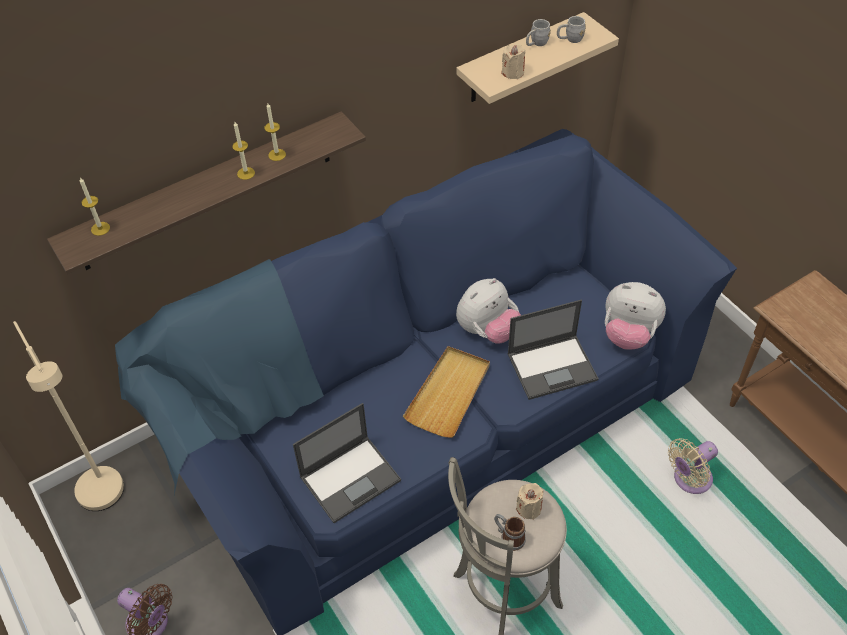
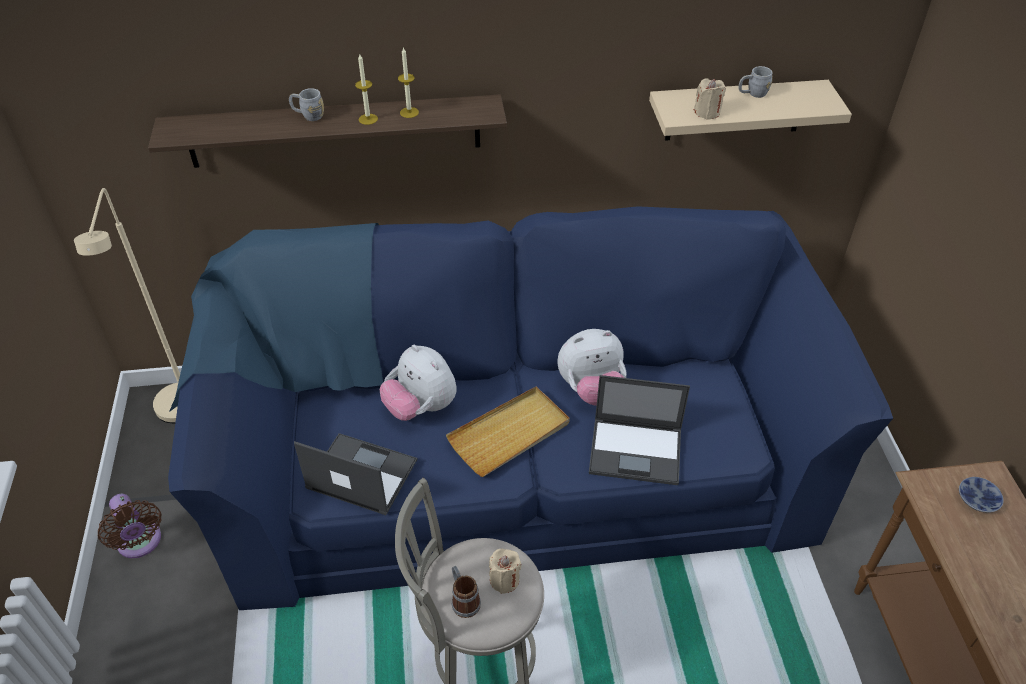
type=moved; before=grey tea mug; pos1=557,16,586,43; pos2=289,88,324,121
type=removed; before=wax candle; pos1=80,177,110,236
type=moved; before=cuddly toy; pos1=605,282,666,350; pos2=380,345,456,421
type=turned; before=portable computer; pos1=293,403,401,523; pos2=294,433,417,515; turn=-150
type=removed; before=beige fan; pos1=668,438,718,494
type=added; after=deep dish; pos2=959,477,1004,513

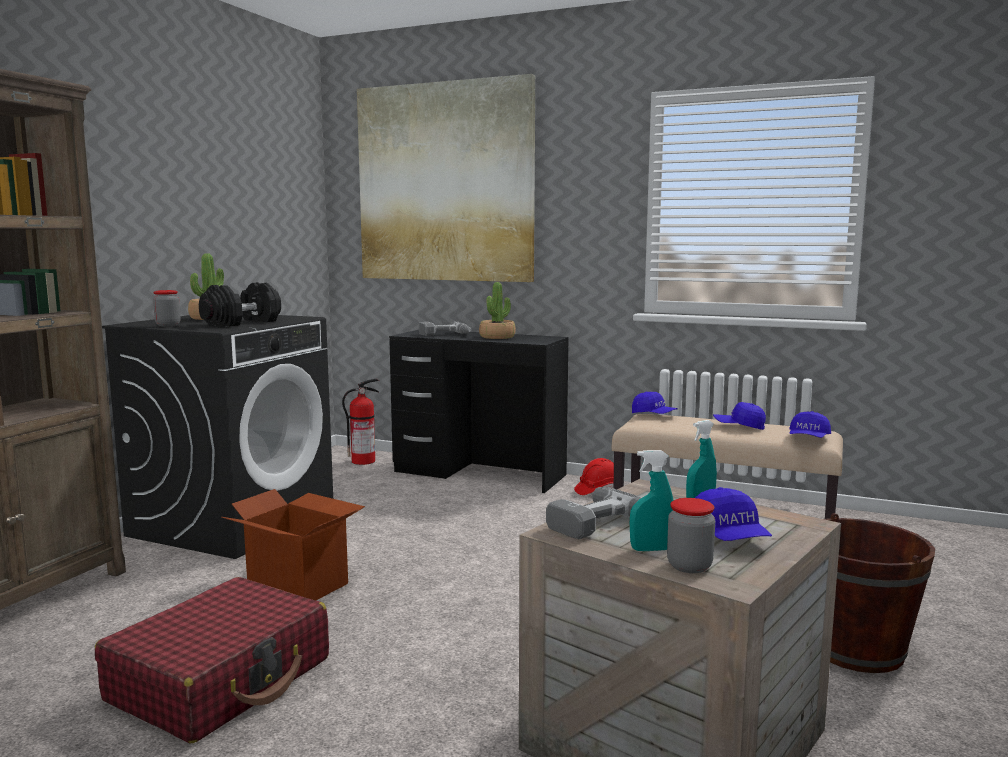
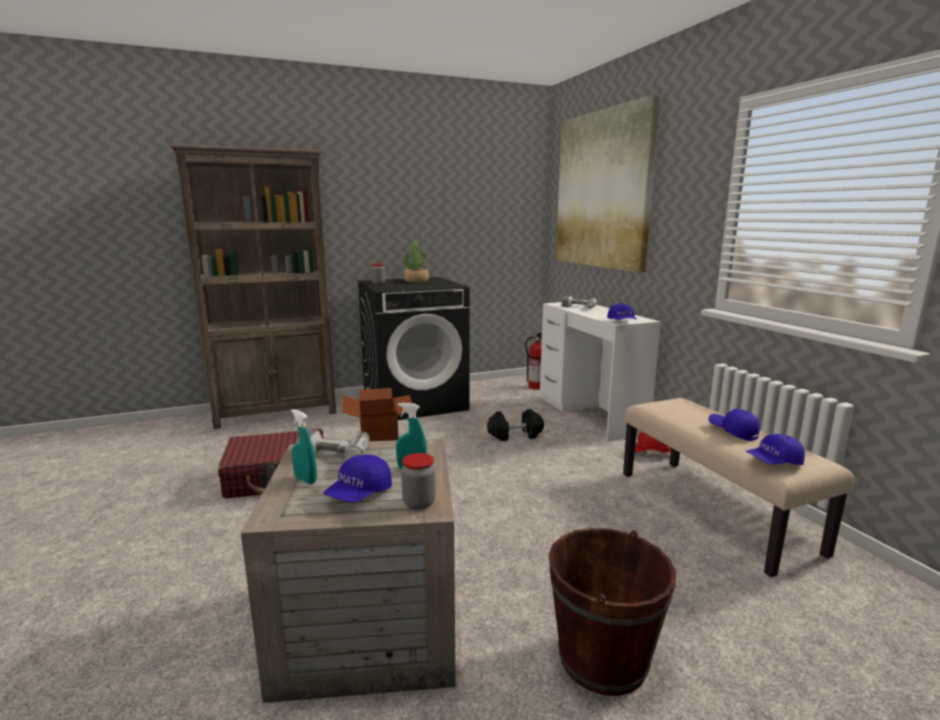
type=moved; before=blackish hand weight; pos1=199,282,281,327; pos2=487,409,544,441
type=removed; before=potted plant; pos1=479,282,516,339
type=recoloured; before=blackish desk table; after=whitish desk table; pos1=389,330,568,493; pos2=540,302,661,442
type=moved; before=blue-coloured baseball cap; pos1=632,392,678,414; pos2=607,303,637,320
type=moved; before=preserve jar; pos1=667,498,715,573; pos2=401,453,436,509

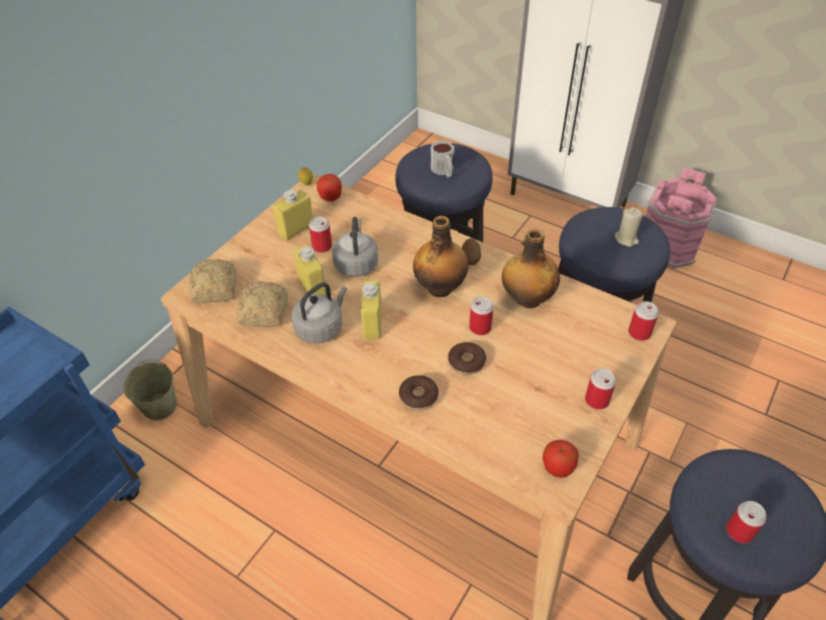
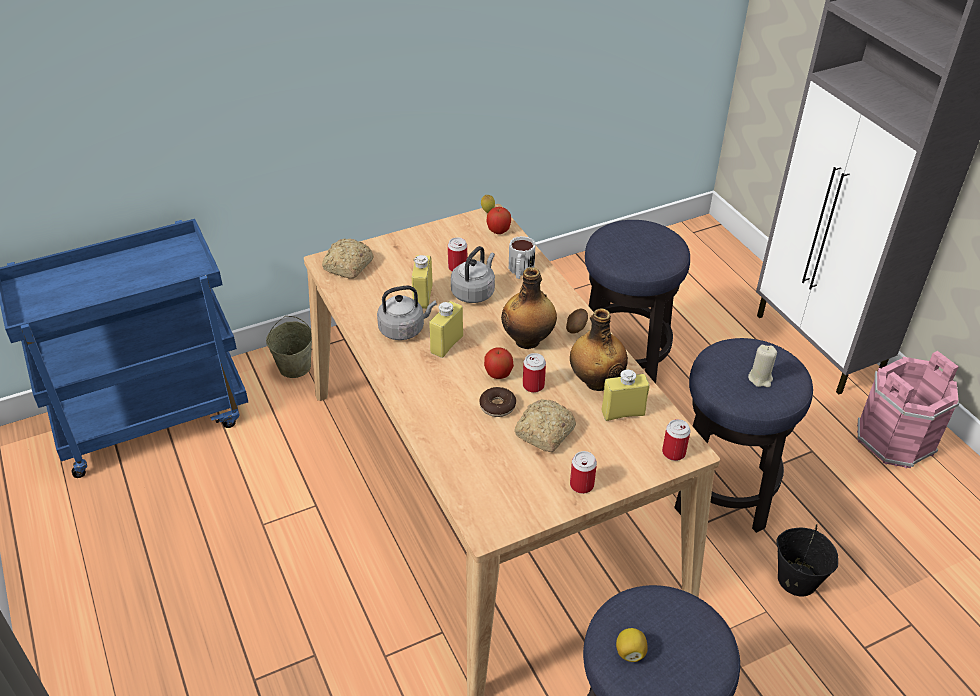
type=moved; before=tea mug; pos1=431,140,454,178; pos2=509,236,536,279
type=moved; before=yellowish beverage bottle; pos1=273,190,313,241; pos2=602,370,650,421
type=moved; before=baked bread; pos1=237,281,288,327; pos2=514,399,576,452
type=removed; before=donut; pos1=399,375,438,411
type=moved; before=apple; pos1=543,440,579,478; pos2=484,347,514,379
type=replaced; before=sealed can; after=whole lemon; pos1=726,501,767,543; pos2=616,628,648,662
type=added; after=blackish water bucket; pos2=776,524,838,596

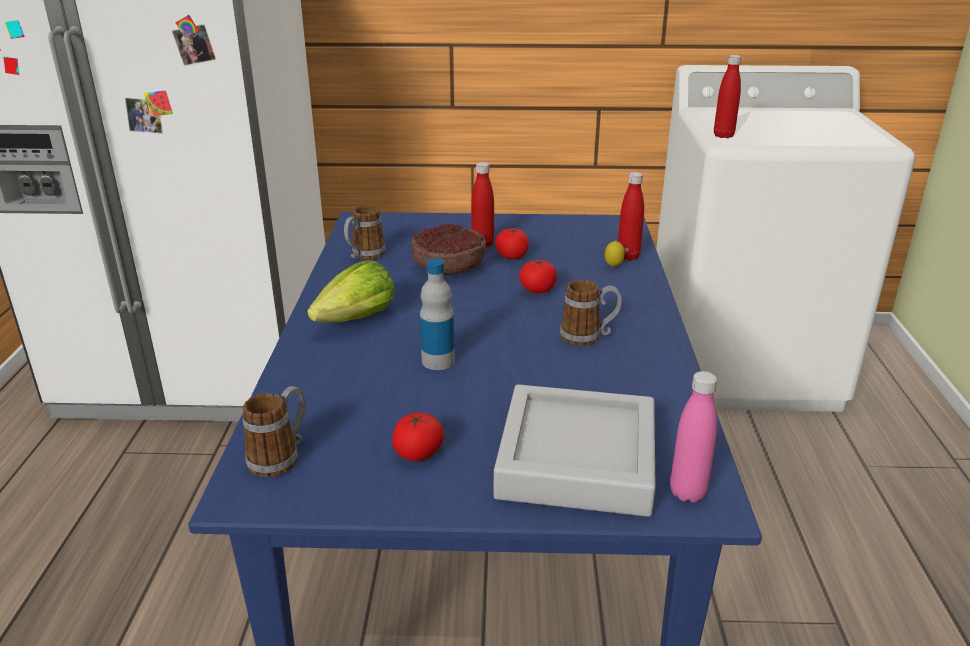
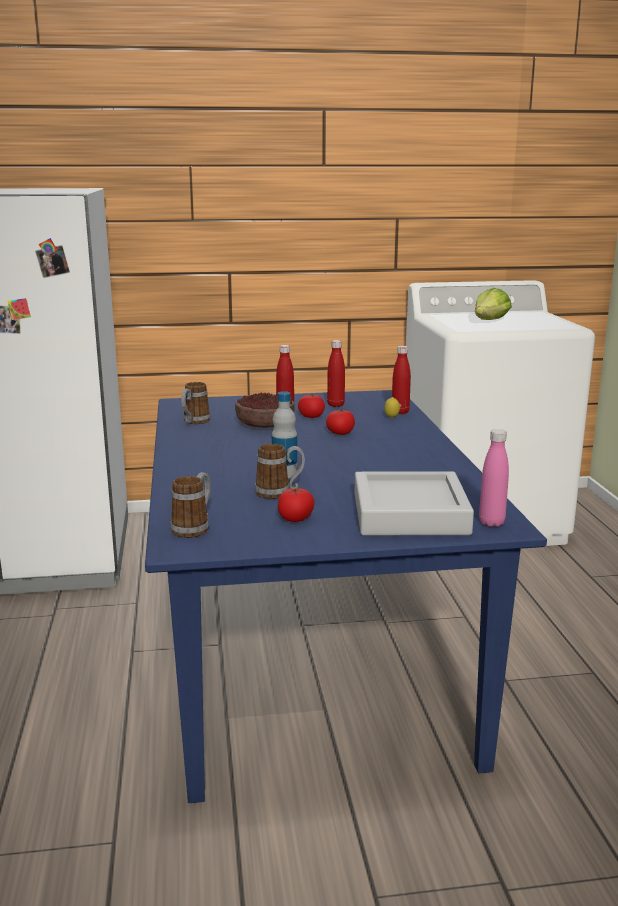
type=moved; before=reddish beverage bottle; pos1=714,55,741,138; pos2=327,340,345,407
type=moved; before=lettuce head; pos1=307,261,395,323; pos2=475,288,512,320
type=moved; before=tea mug; pos1=560,280,621,346; pos2=255,444,305,499

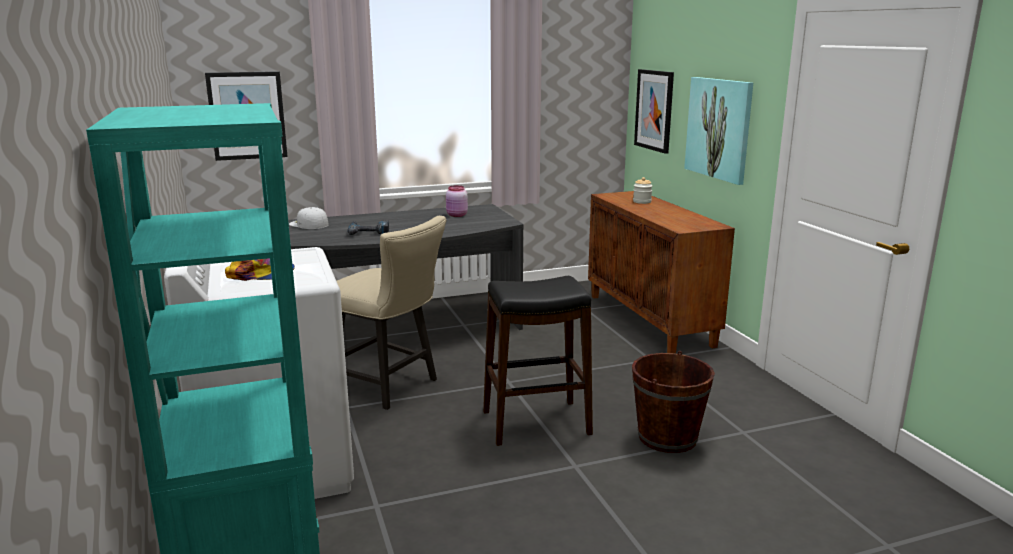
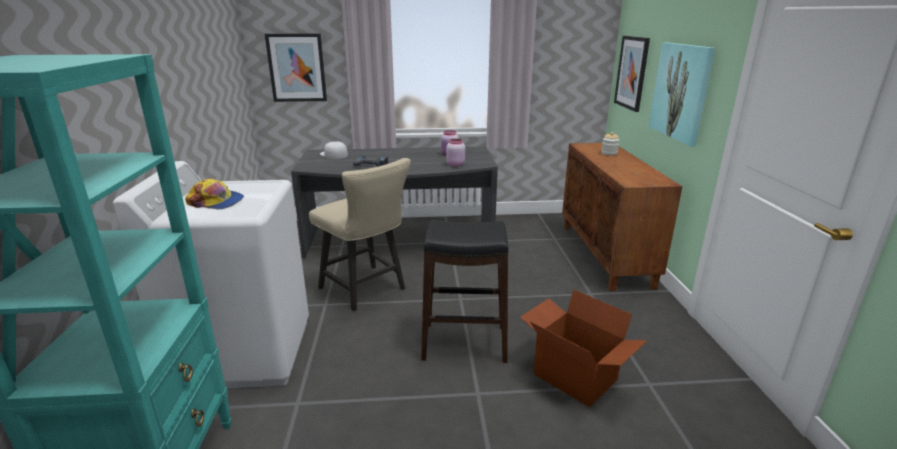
type=replaced; before=brown water bucket; after=carton; pos1=632,351,715,453; pos2=520,290,647,407
type=added; after=pink-coloured preserve jar; pos2=446,139,465,167

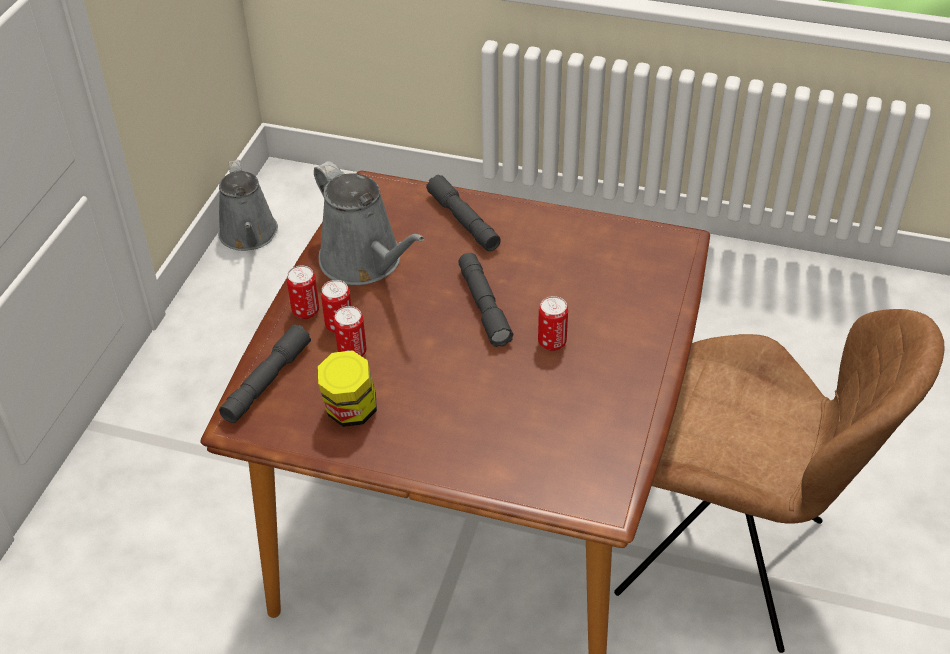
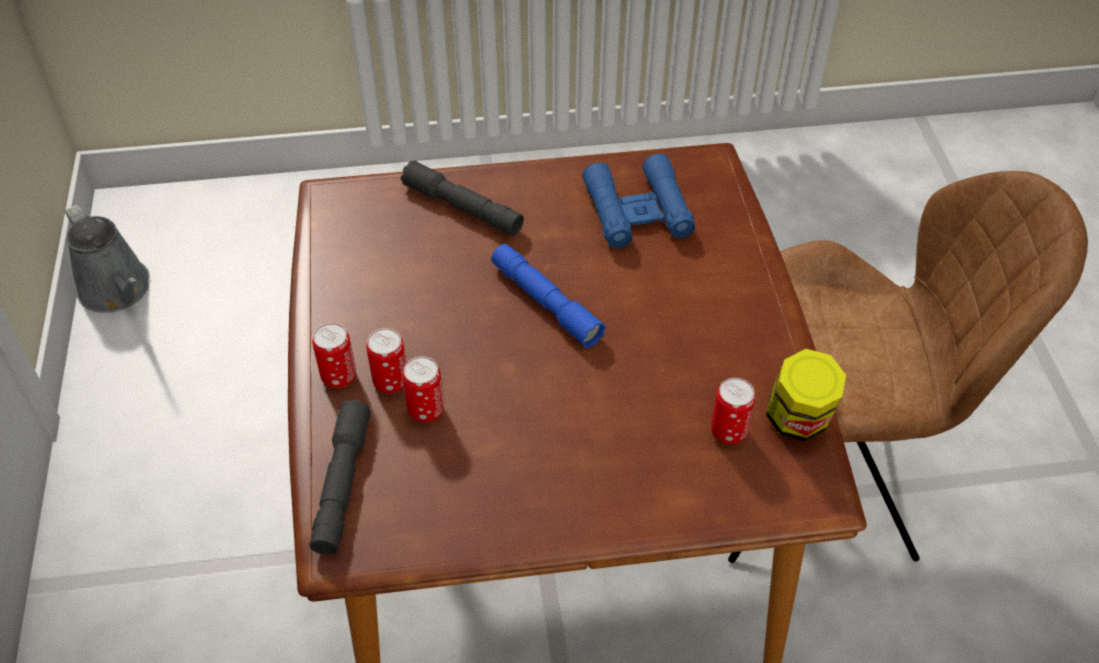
type=removed; before=grey watering pot; pos1=314,161,424,285
type=recoloured; before=grey flashlight; after=blue-coloured flashlight; pos1=458,253,513,347; pos2=491,244,606,348
type=moved; before=sealed can; pos1=538,296,568,351; pos2=711,378,755,444
type=moved; before=preserve jar; pos1=318,350,377,427; pos2=766,349,846,441
type=added; after=blue-coloured pair of binoculars; pos2=582,154,695,248

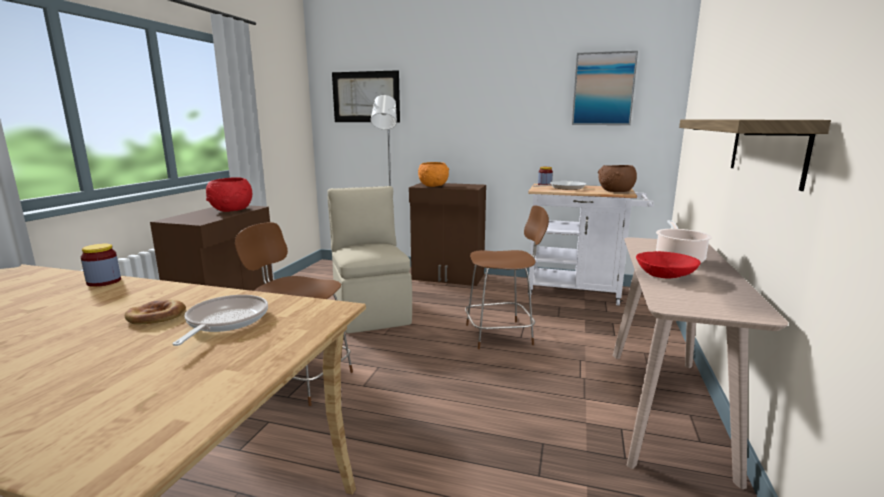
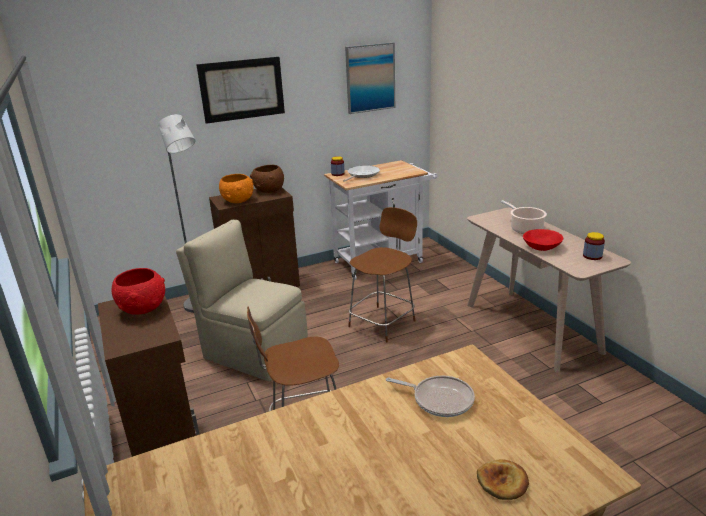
type=moved; before=wall art; pos1=332,70,400,122; pos2=196,57,285,124
type=removed; before=wall shelf; pos1=679,119,831,191
type=moved; before=brown deep dish; pos1=598,165,637,192; pos2=250,165,284,193
type=moved; before=preserve jar; pos1=81,244,121,287; pos2=583,232,605,260
type=turned; before=pan; pos1=172,295,268,346; pos2=386,375,475,417; turn=150
type=moved; before=baked bread; pos1=125,300,186,325; pos2=477,459,529,500

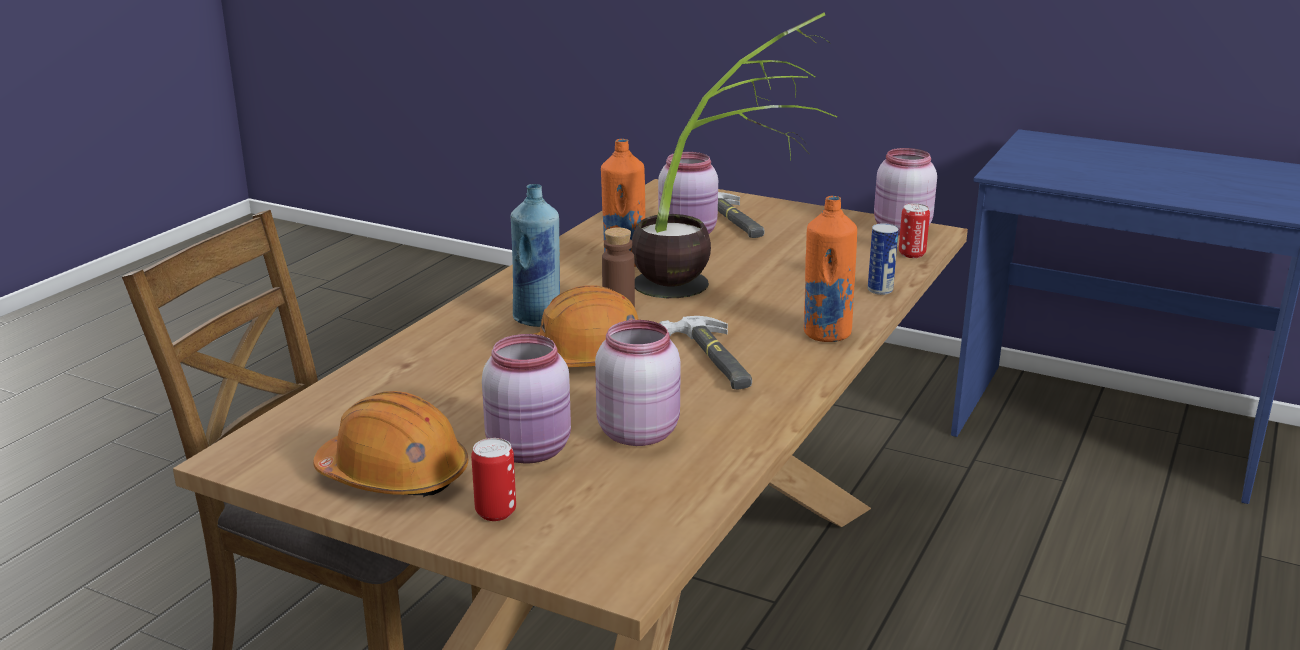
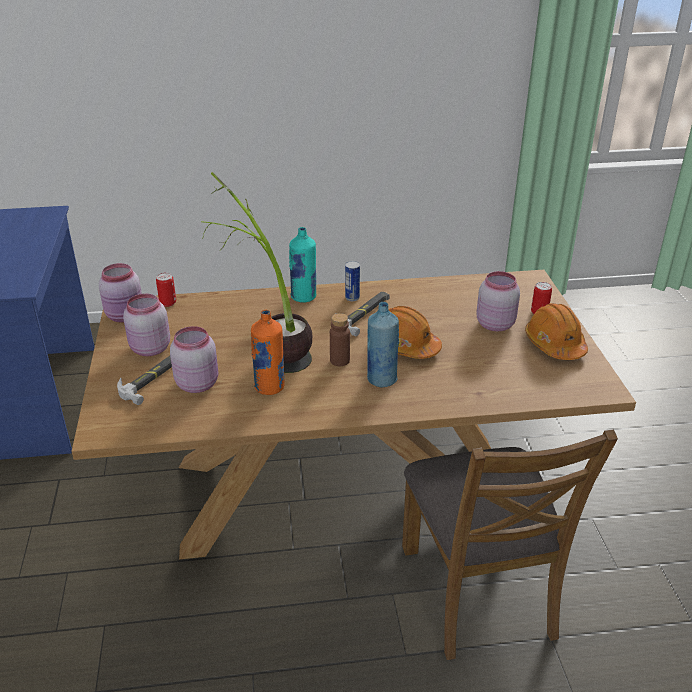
type=recoloured; before=orangey beverage bottle; after=turquoise-coloured beverage bottle; pos1=804,196,857,342; pos2=289,227,316,303
type=moved; before=sealed can; pos1=868,223,899,295; pos2=345,261,360,301
type=moved; before=pink-coloured preserve jar; pos1=595,320,681,446; pos2=123,294,170,356

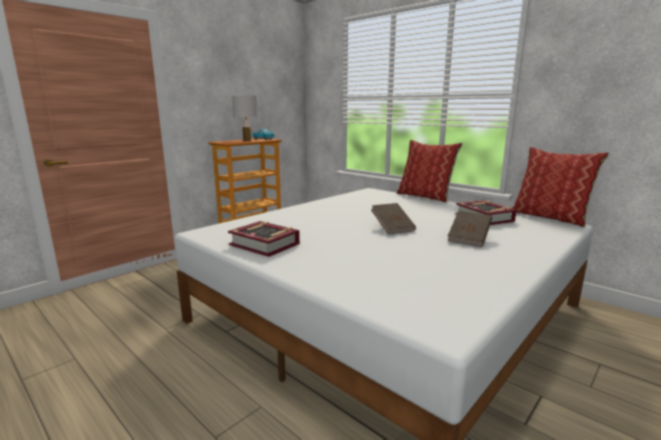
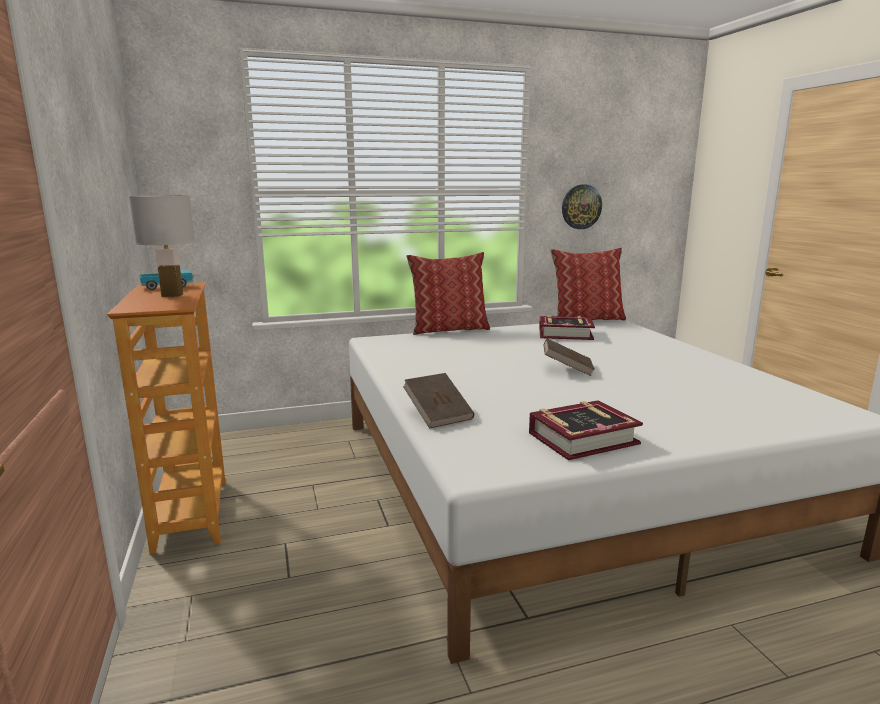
type=moved; before=brown book; pos1=448,211,492,247; pos2=403,373,474,429
type=added; after=wall clock; pos2=562,185,602,229

